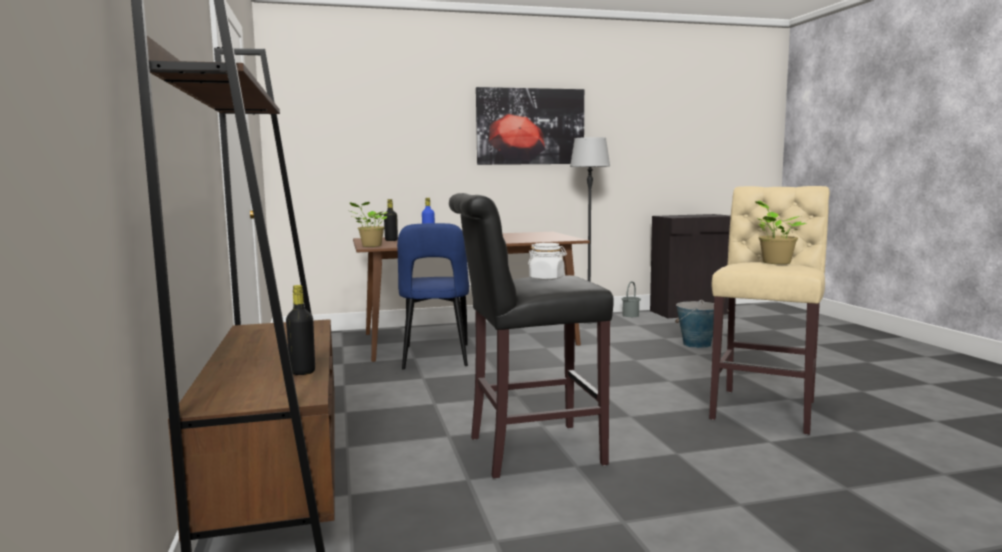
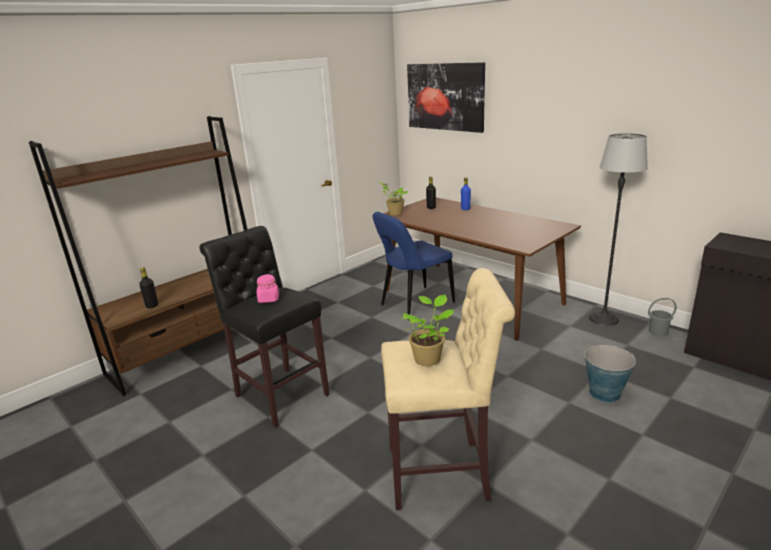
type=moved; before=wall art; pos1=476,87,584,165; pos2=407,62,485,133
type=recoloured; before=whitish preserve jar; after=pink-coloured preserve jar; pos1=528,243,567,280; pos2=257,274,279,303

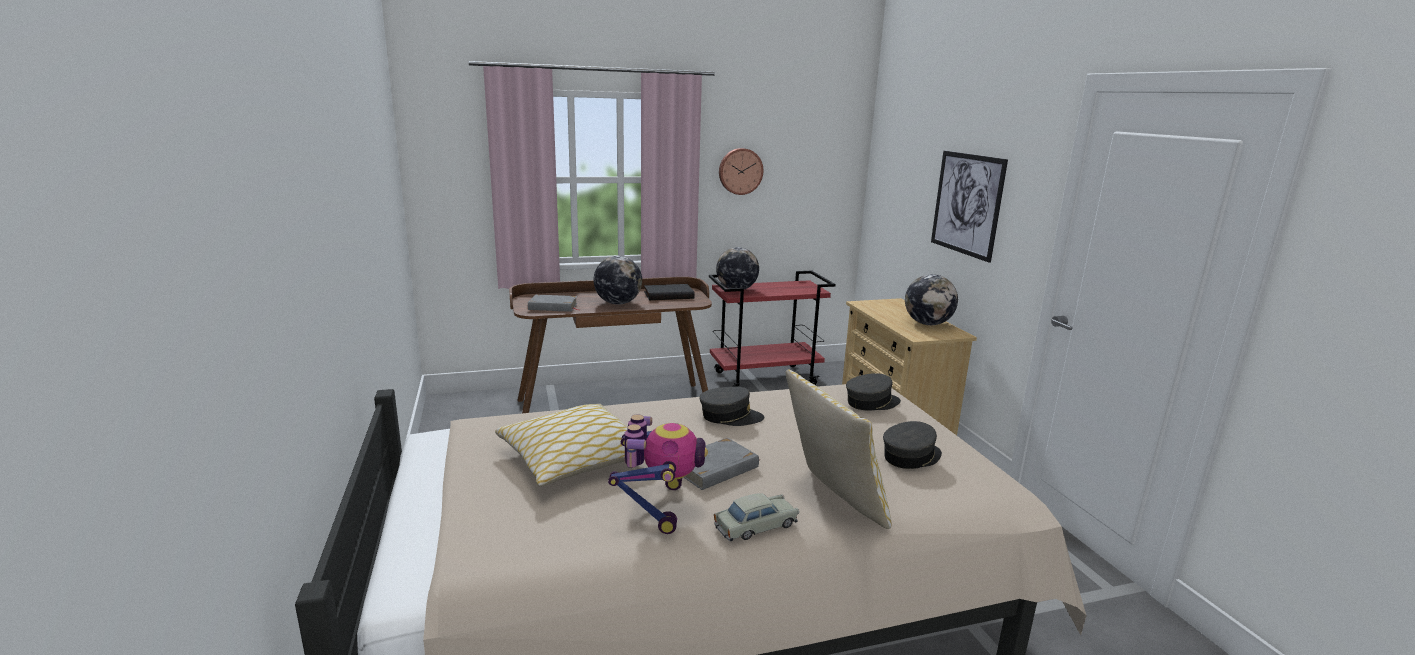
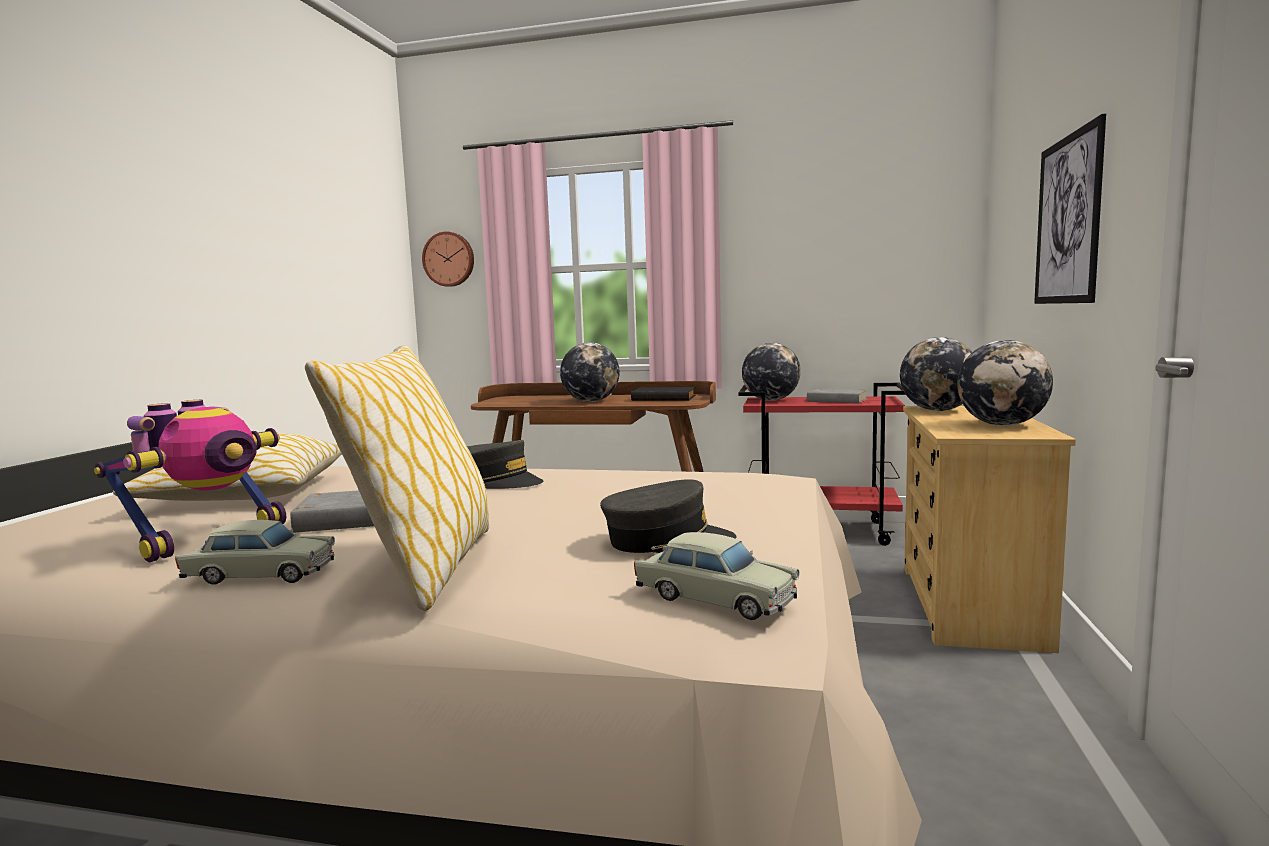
type=moved; before=wall clock; pos1=719,148,763,195; pos2=422,232,474,287
type=moved; before=grey book; pos1=528,295,579,312; pos2=807,389,869,403
type=removed; before=grey baseball cap; pos1=846,373,901,411
type=added; after=desk globe; pos2=900,337,972,411
type=added; after=beige toy car; pos2=634,532,800,620

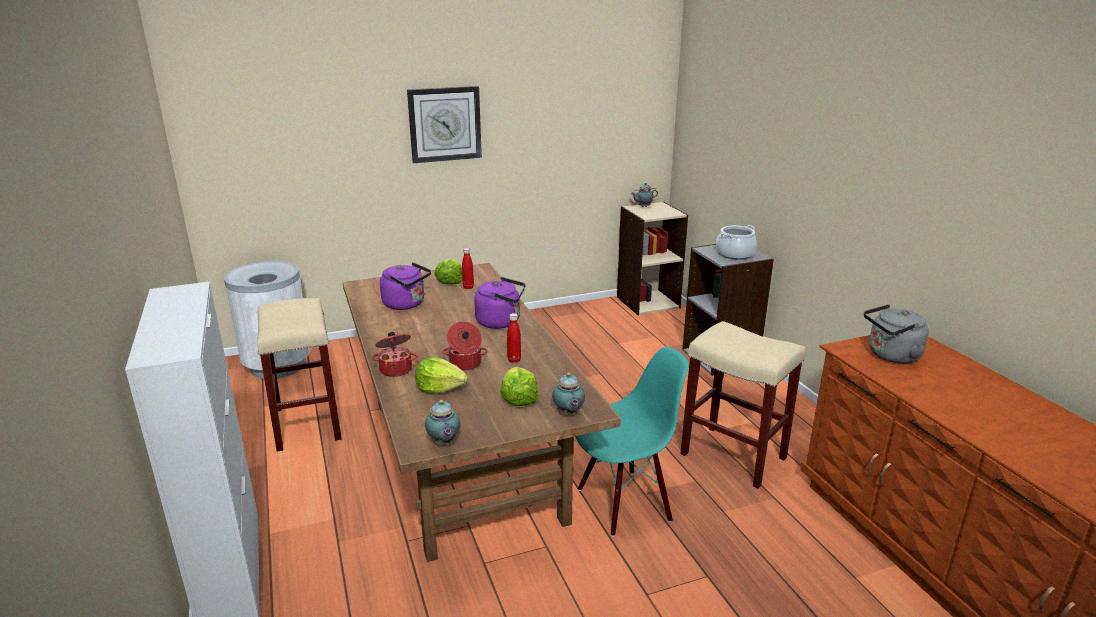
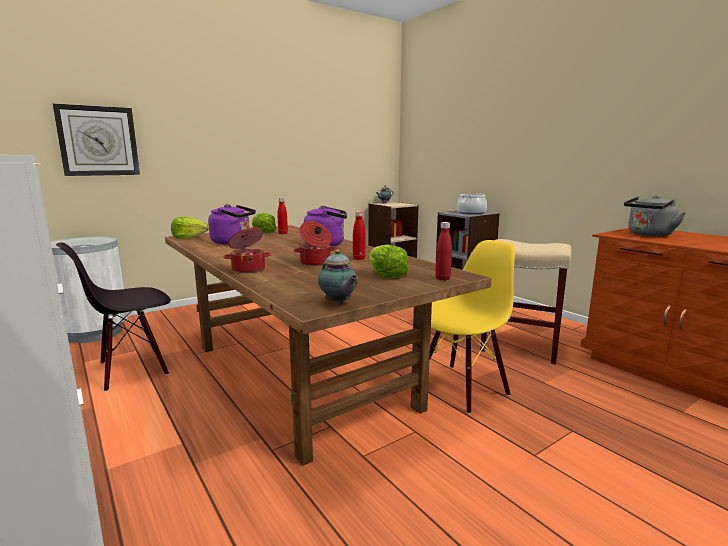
type=moved; before=wall clock; pos1=407,86,482,163; pos2=53,103,140,176
type=replaced; before=beige stool; after=blackish upright chair; pos1=257,298,342,452; pos2=56,243,171,392
type=recoloured; before=turquoise-coloured upright chair; after=yellowish upright chair; pos1=575,347,689,537; pos2=429,240,515,414
type=moved; before=lettuce head; pos1=415,357,468,394; pos2=171,217,209,239
type=replaced; before=pot for tea; after=reddish beverage bottle; pos1=552,372,585,415; pos2=435,222,452,281

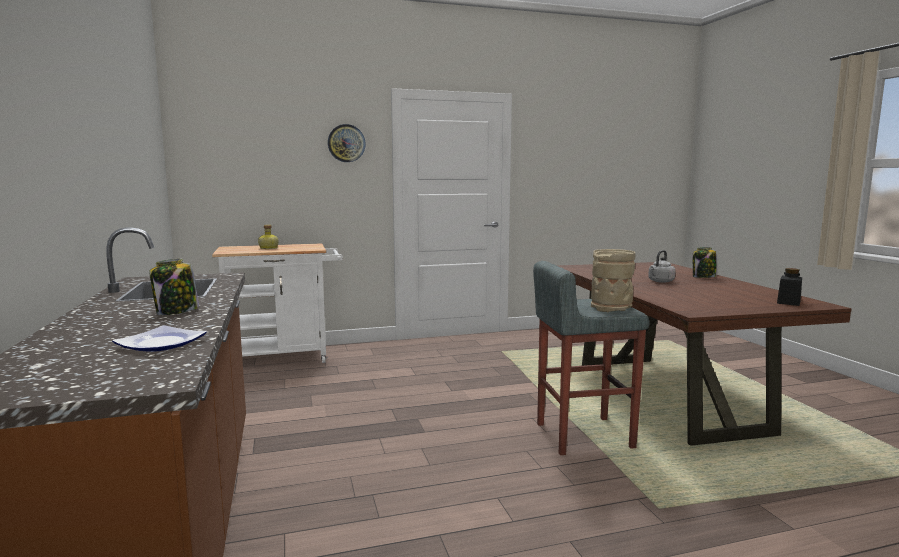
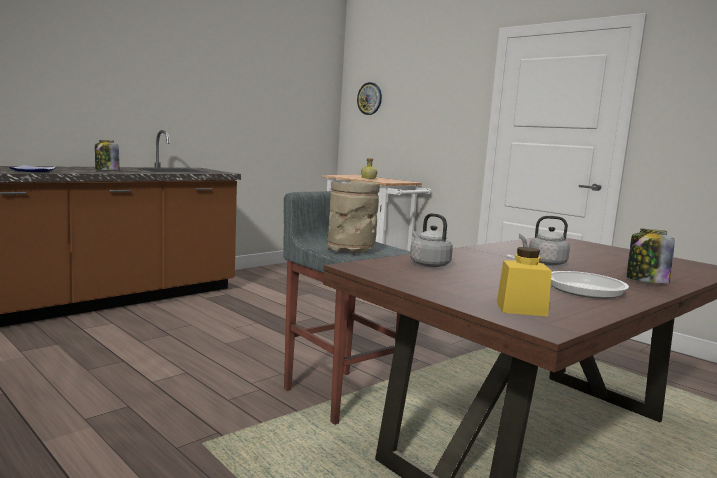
type=moved; before=wall clock; pos1=328,124,366,162; pos2=357,82,382,115
type=recoloured; before=blackish preserve jar; after=yellowish preserve jar; pos1=777,268,802,306; pos2=497,247,552,316
type=added; after=grey water kettle; pos2=410,213,453,267
type=added; after=pan; pos2=506,255,629,299

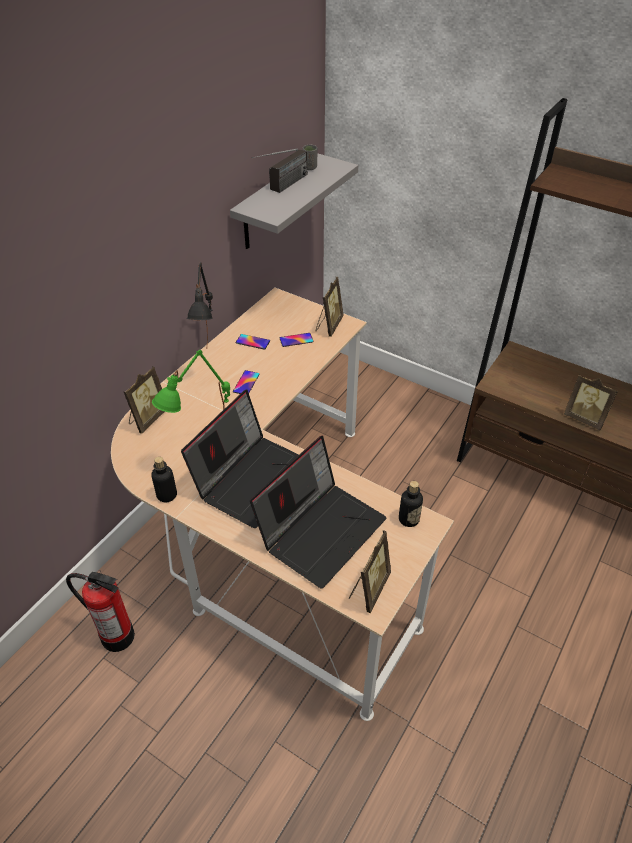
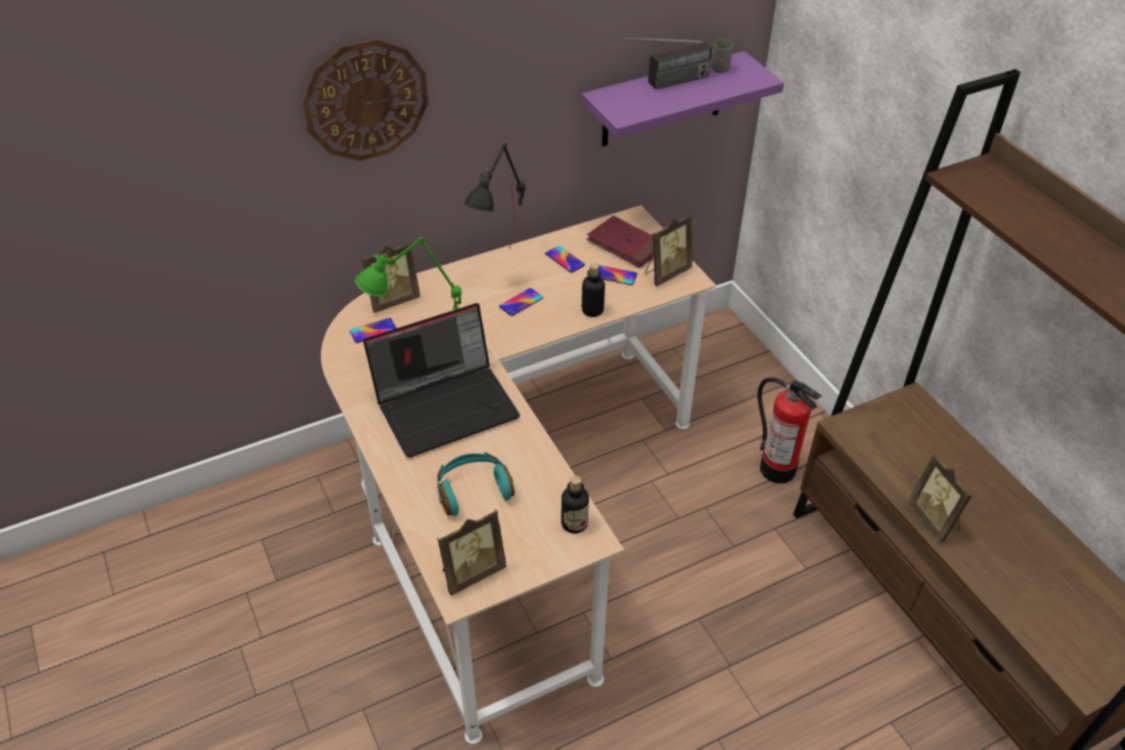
type=recoloured; before=grey wall shelf; after=purplish wall shelf; pos1=230,153,358,249; pos2=581,51,784,146
type=replaced; before=portable computer; after=turquoise-coloured headphones; pos1=250,436,387,588; pos2=437,452,514,516
type=moved; before=beverage bottle; pos1=151,457,177,502; pos2=582,263,605,317
type=moved; before=extinguisher; pos1=66,572,135,652; pos2=758,377,822,484
type=added; after=wall clock; pos2=302,39,428,161
type=added; after=reddish book; pos2=587,216,654,268
type=added; after=telephone; pos2=350,318,396,343

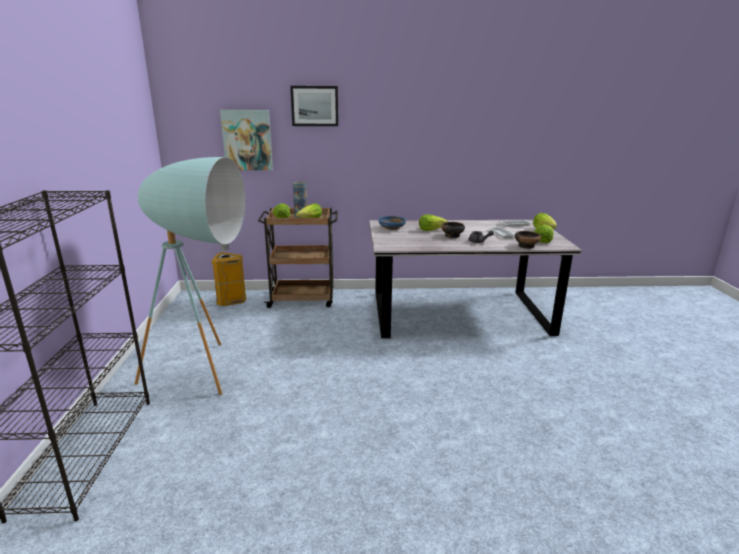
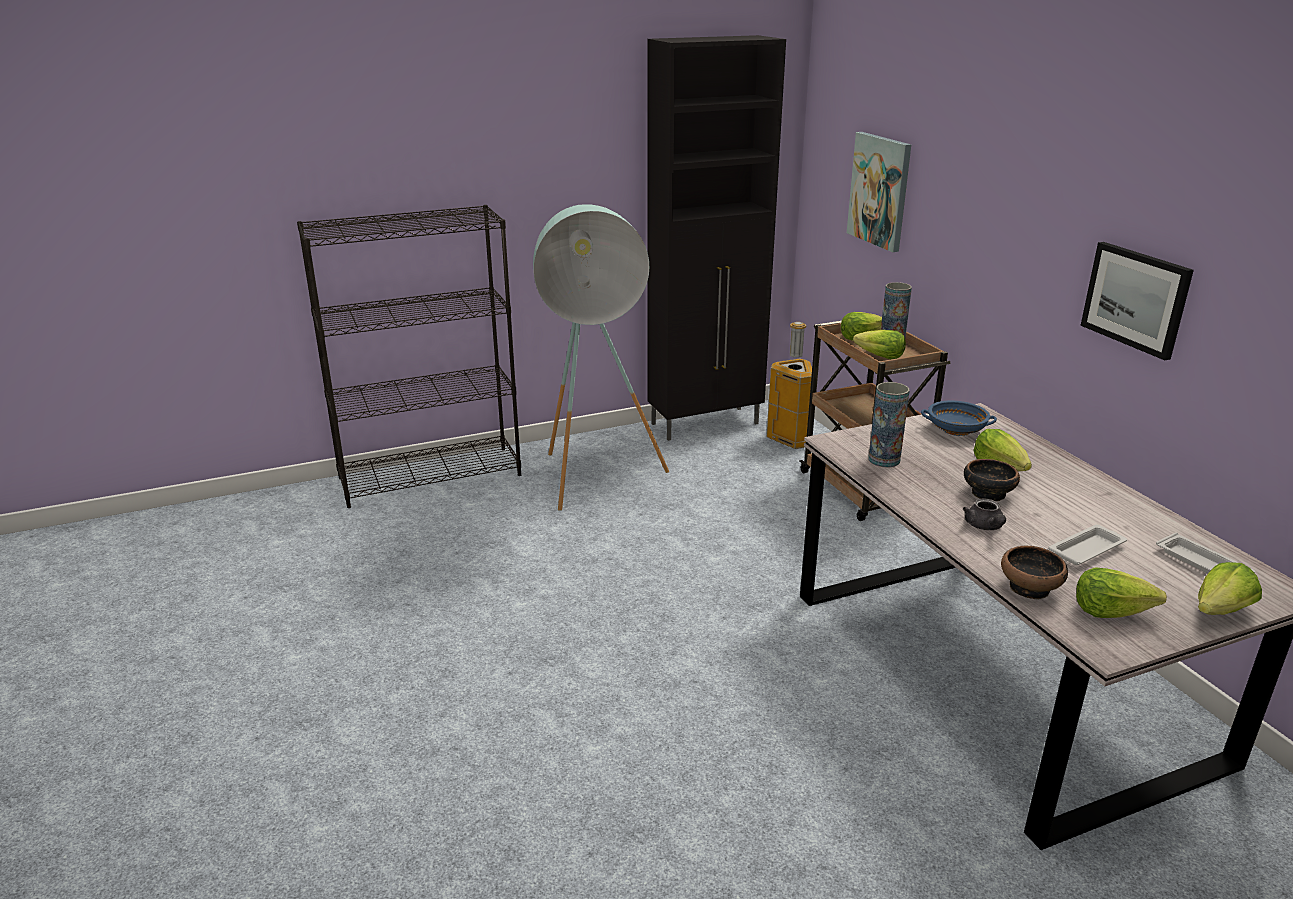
type=moved; before=wall art; pos1=290,86,338,126; pos2=1080,242,1194,360
type=added; after=blackish cabinet; pos2=647,35,786,441
type=added; after=decorative vase; pos2=868,382,910,468

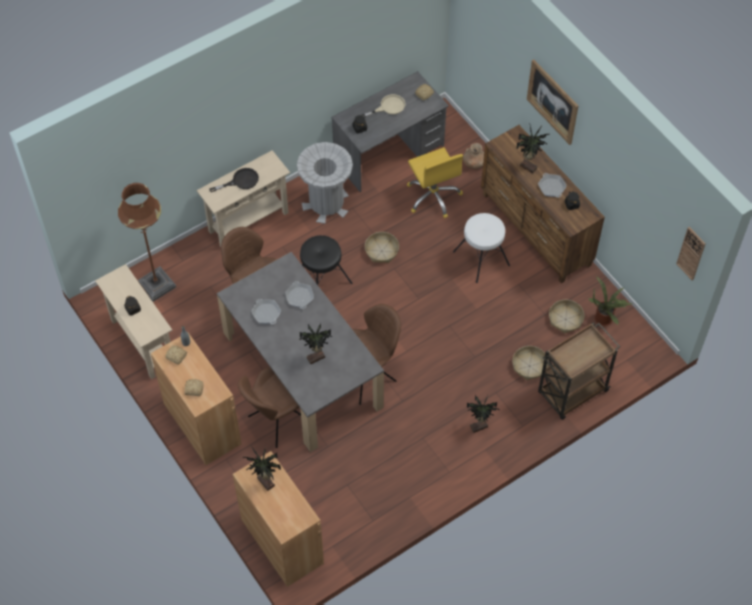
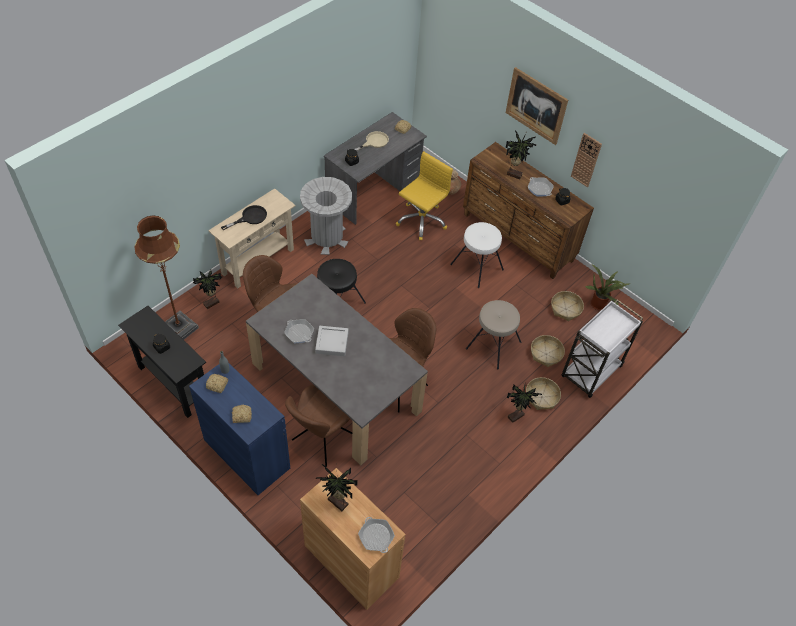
type=turned; before=yellowish desk chair; pos1=407,147,463,218; pos2=396,151,453,240; turn=-105
type=moved; before=wall clock; pos1=676,227,706,280; pos2=571,133,602,187
type=moved; before=storage basket; pos1=365,232,399,263; pos2=526,377,561,410
type=recoloured; before=beige hall table; after=blackish hall table; pos1=95,264,172,379; pos2=118,306,206,418
type=moved; before=pan; pos1=285,281,314,309; pos2=358,517,395,553
type=moved; before=potted plant; pos1=299,323,332,364; pos2=193,270,222,309
type=recoloured; before=brown trolley; after=whitish trolley; pos1=538,323,620,420; pos2=562,299,643,398
type=recoloured; before=brown cabinet; after=blue-coloured cabinet; pos1=151,333,242,465; pos2=189,364,290,495
type=added; after=beige stool; pos2=466,300,521,369
type=added; after=grey serving tray; pos2=315,326,349,356

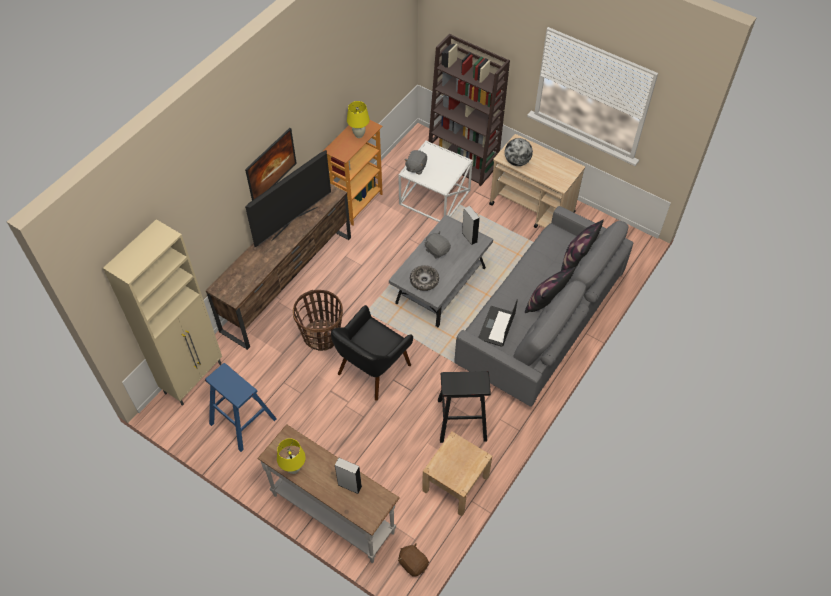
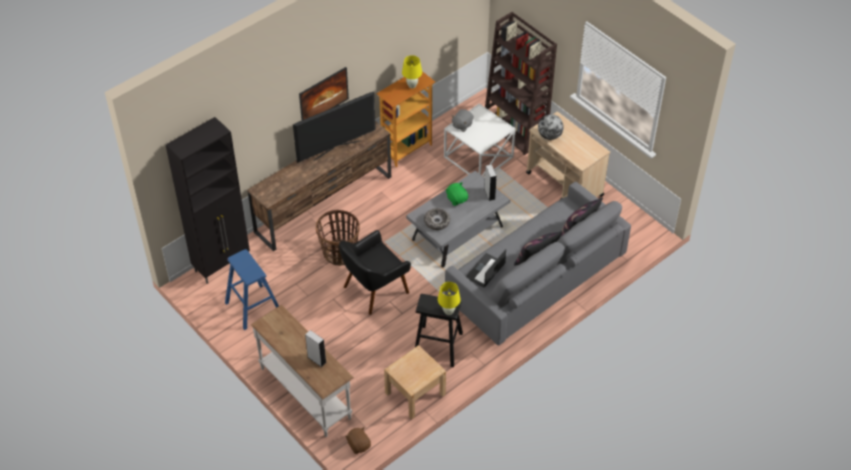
type=recoloured; before=beige cabinet; after=blackish cabinet; pos1=103,219,222,406; pos2=166,117,250,284
type=recoloured; before=grey cuddly toy; after=greenish cuddly toy; pos1=425,231,451,259; pos2=445,182,468,206
type=moved; before=yellowish tabletop lamp; pos1=277,438,306,474; pos2=438,282,461,315

